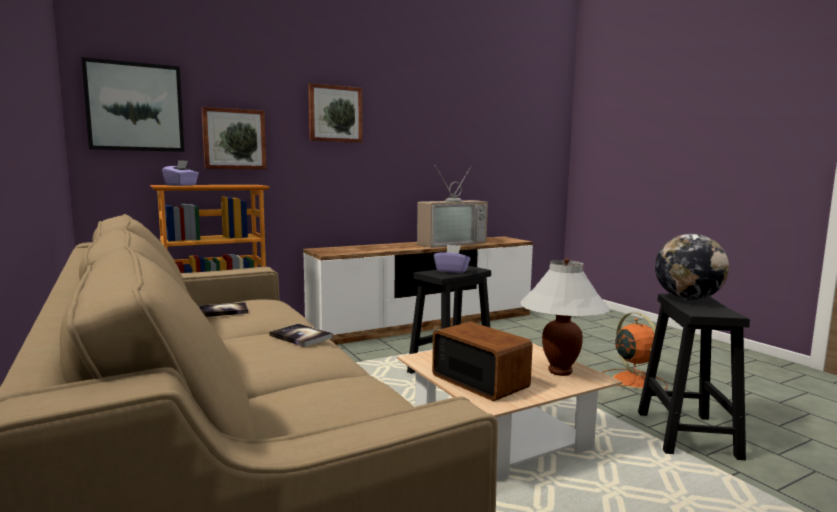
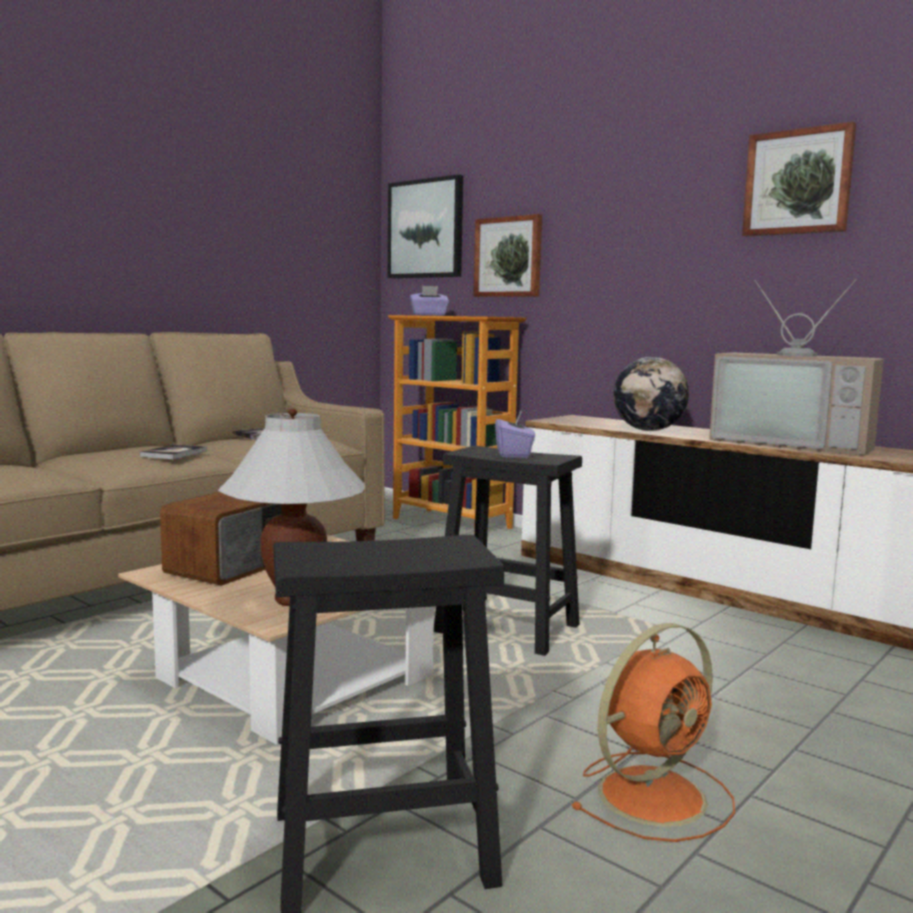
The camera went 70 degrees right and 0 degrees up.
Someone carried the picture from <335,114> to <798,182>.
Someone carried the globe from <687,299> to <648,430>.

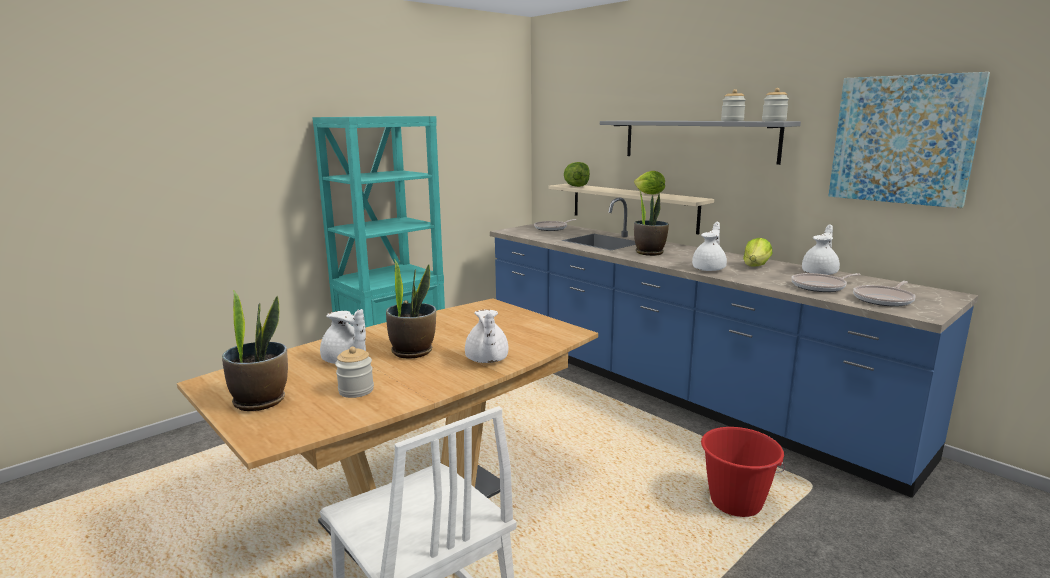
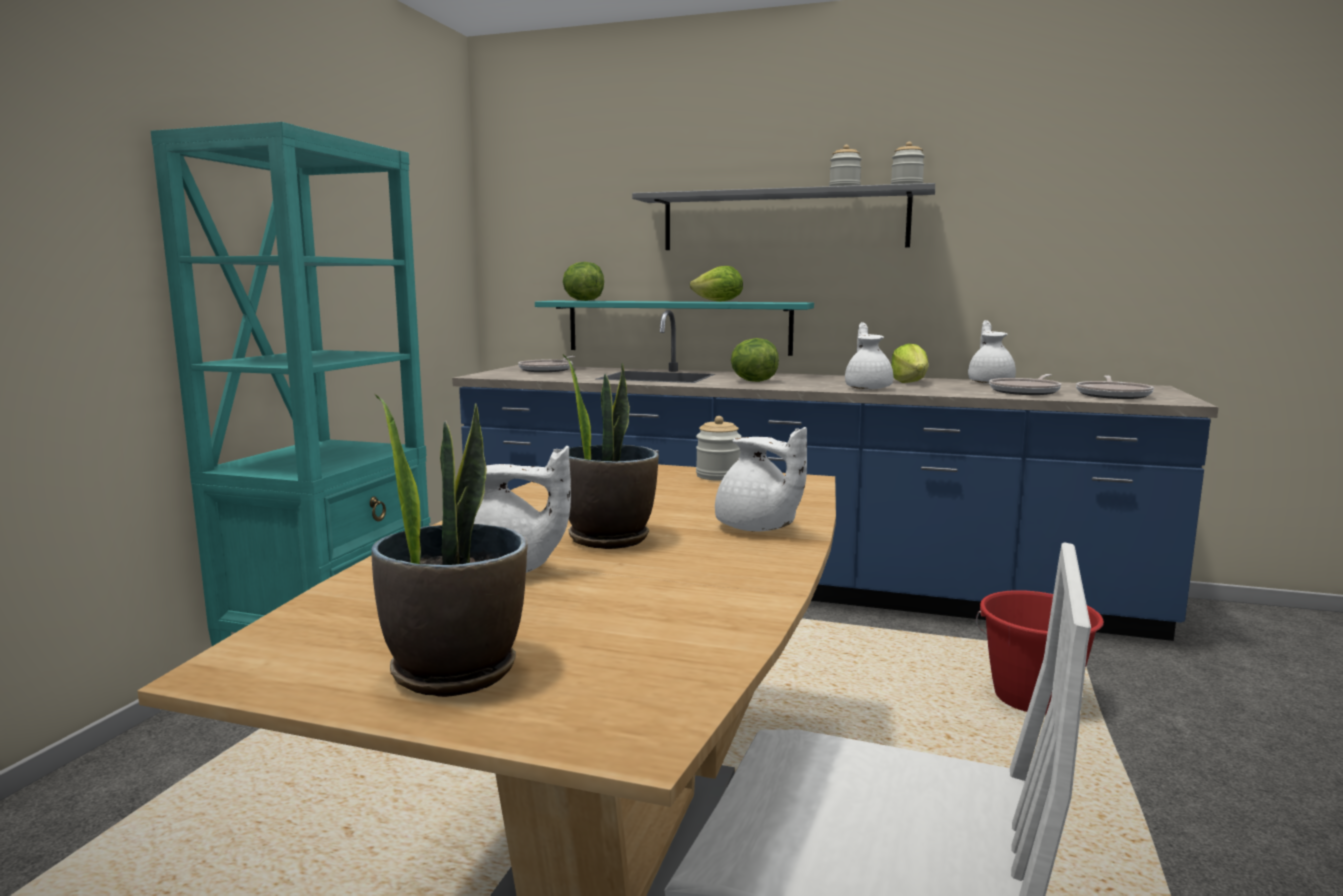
The camera went 30 degrees left and 5 degrees down.
Someone carried the jar from <356,390> to <718,476>.
Someone repainted the shelf (beige) at <632,207>, which became the shelf (turquoise) at <677,327>.
Someone swapped the potted plant at <649,253> for the lettuce at <752,381>.
Someone took away the picture at <902,140>.

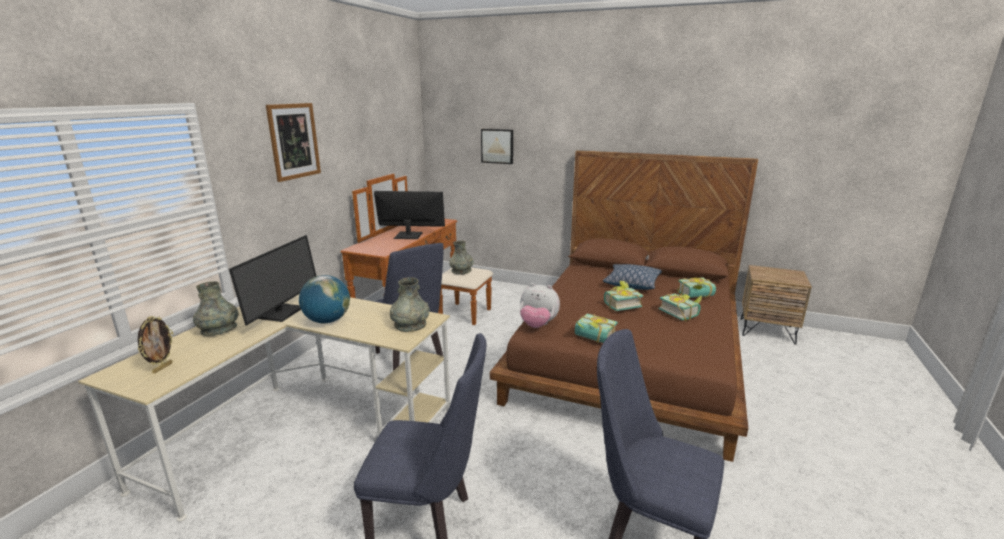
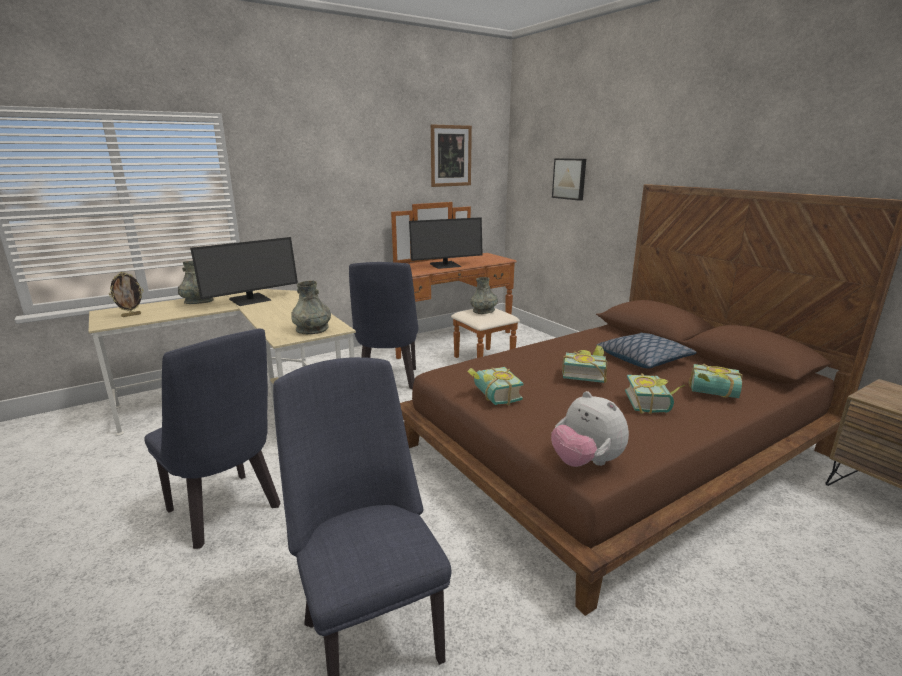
The camera went 35 degrees right and 0 degrees up.
Someone carried the picture from <294,141> to <450,156>.
Someone took away the globe at <327,320>.
Someone rotated the monitor at <408,235> by 120 degrees clockwise.
Someone carried the plush toy from <538,325> to <586,462>.

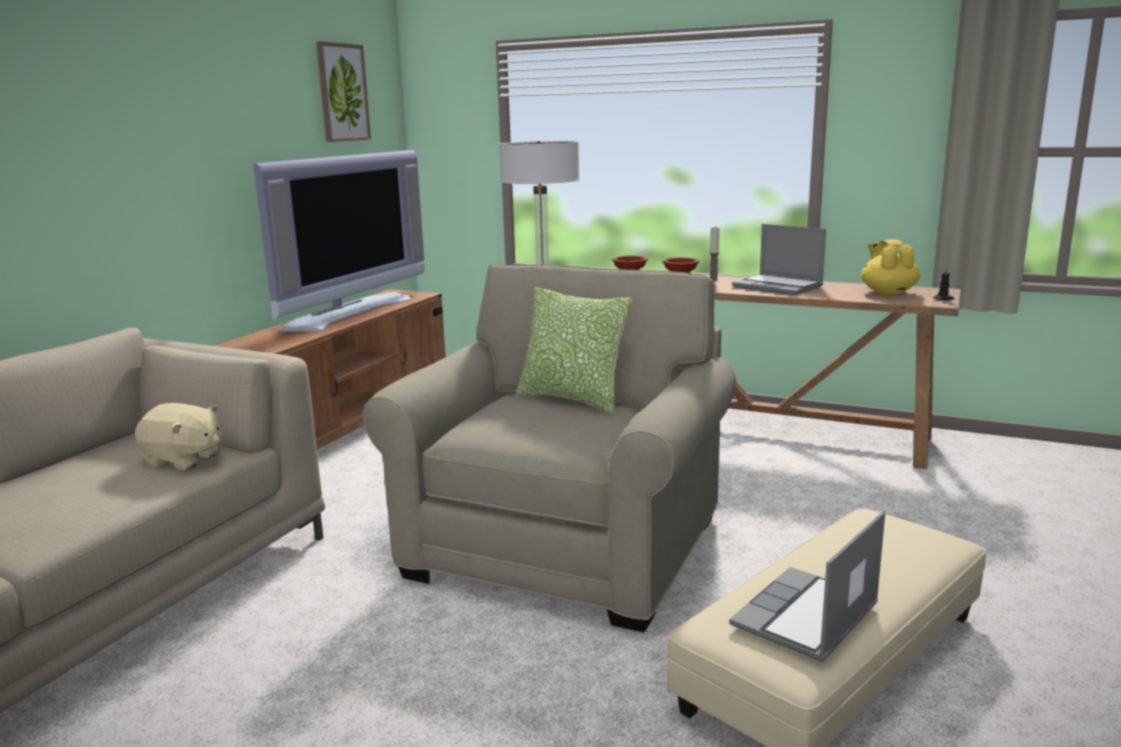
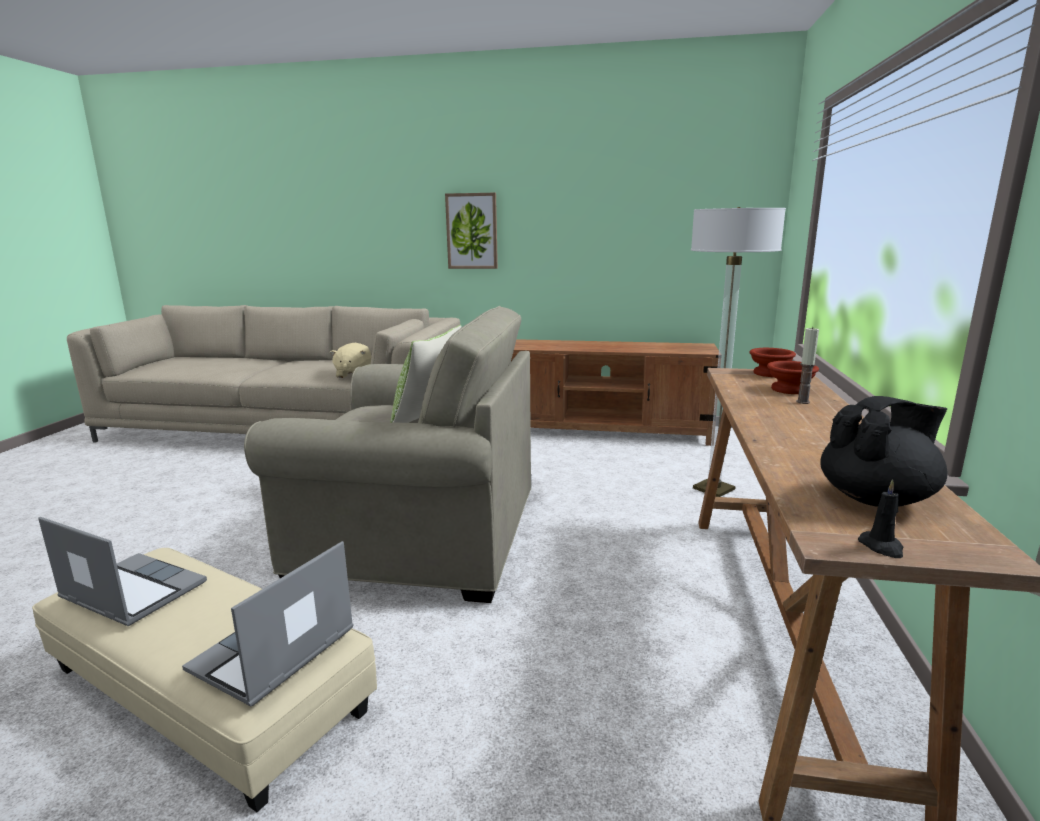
The camera went 75 degrees right and 0 degrees up.
Someone took away the television at <348,312>.
Someone carried the picture from <342,92> to <472,231>.
Someone carried the laptop from <779,287> to <273,652>.
Someone repainted the teapot (yellow) at <888,292>, which became the teapot (black) at <877,499>.

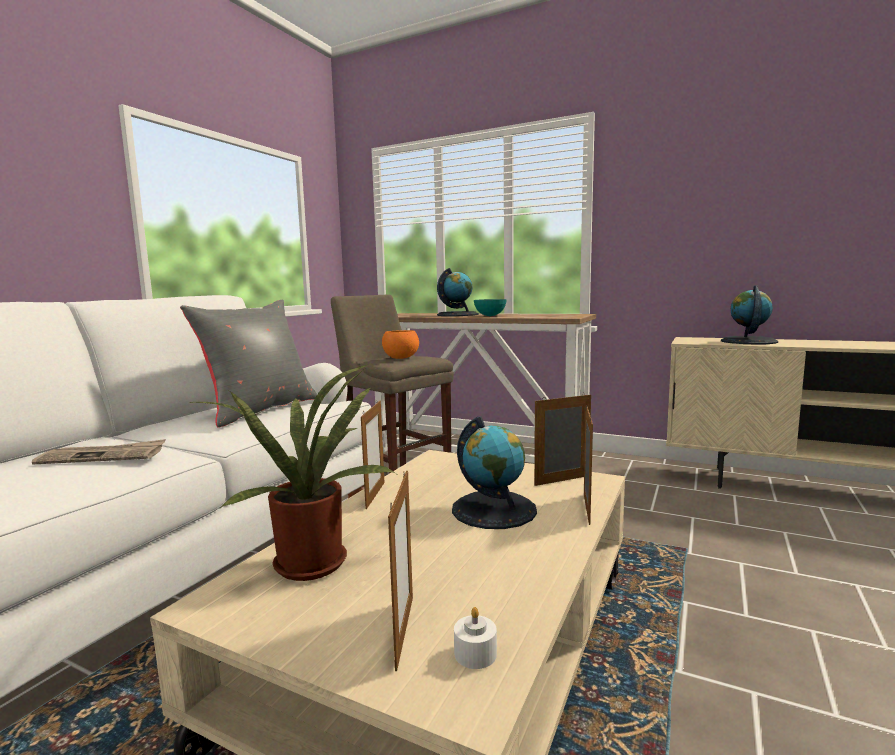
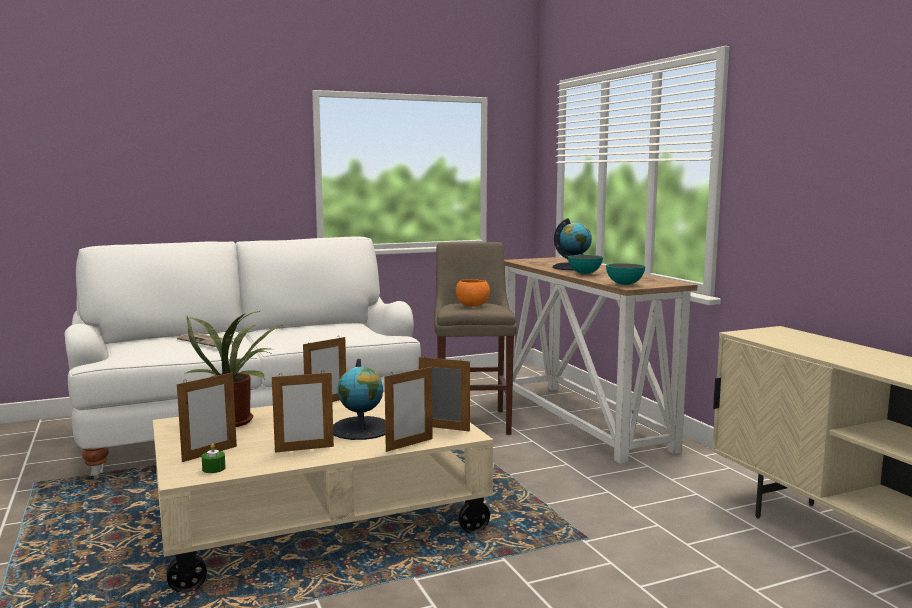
The camera went 40 degrees right and 0 degrees up.
Someone took away the pillow (grey) at <260,410>.
Someone repainted the candle (white) at <475,653>, which became the candle (green) at <214,468>.
Someone took away the globe at <748,341>.
Someone put down the picture frame at <304,449>.
Someone put down the bowl at <624,284>.

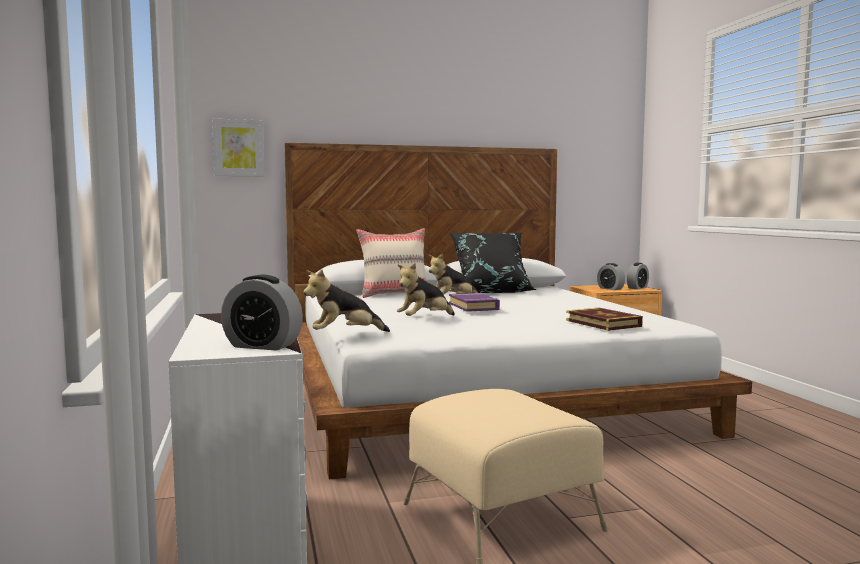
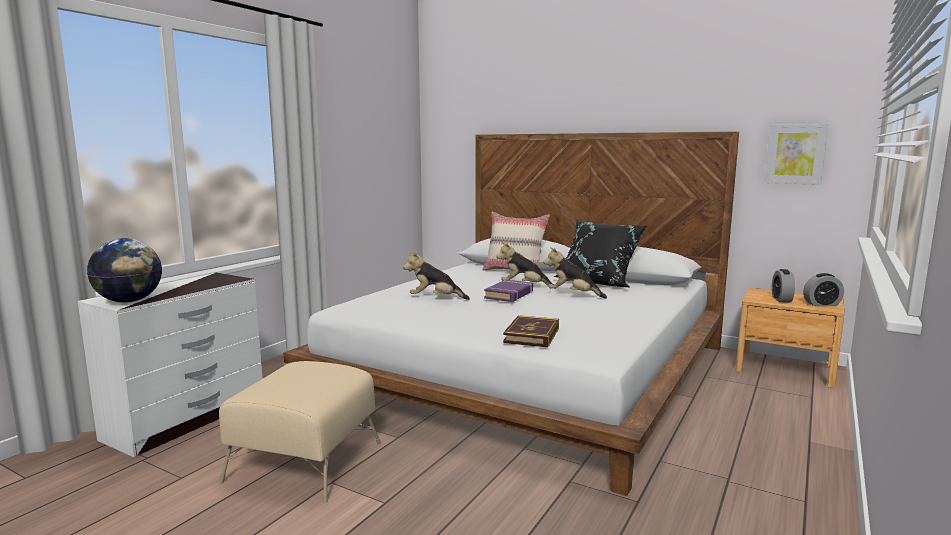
The camera went 45 degrees right and 5 degrees up.
Someone carried the picture from <238,148> to <795,154>.
Someone swapped the alarm clock at <262,346> for the globe at <129,301>.
Someone carried the plush toy from <345,335> to <572,295>.

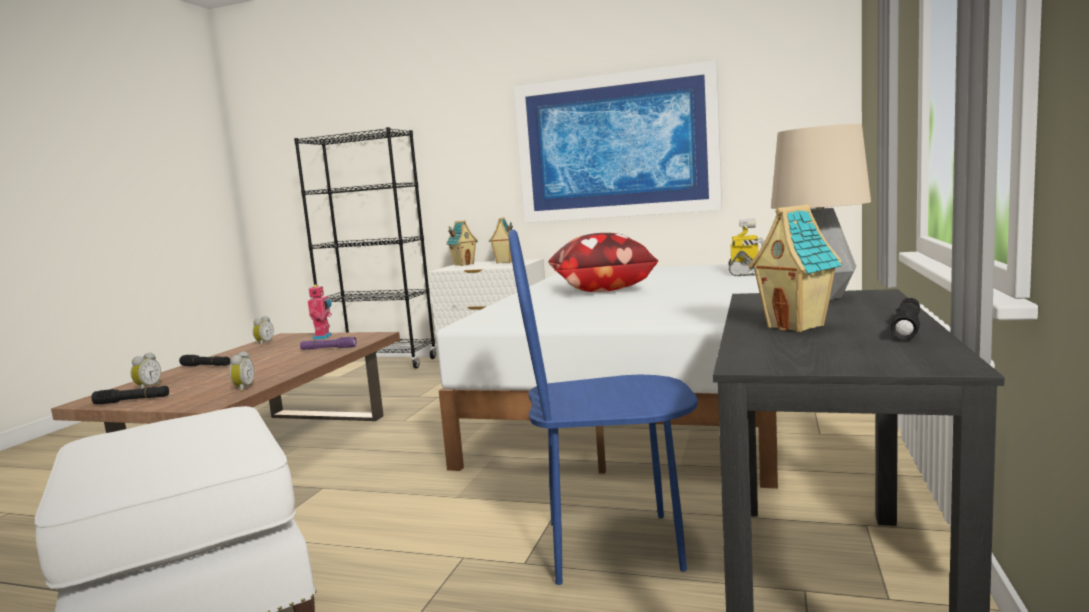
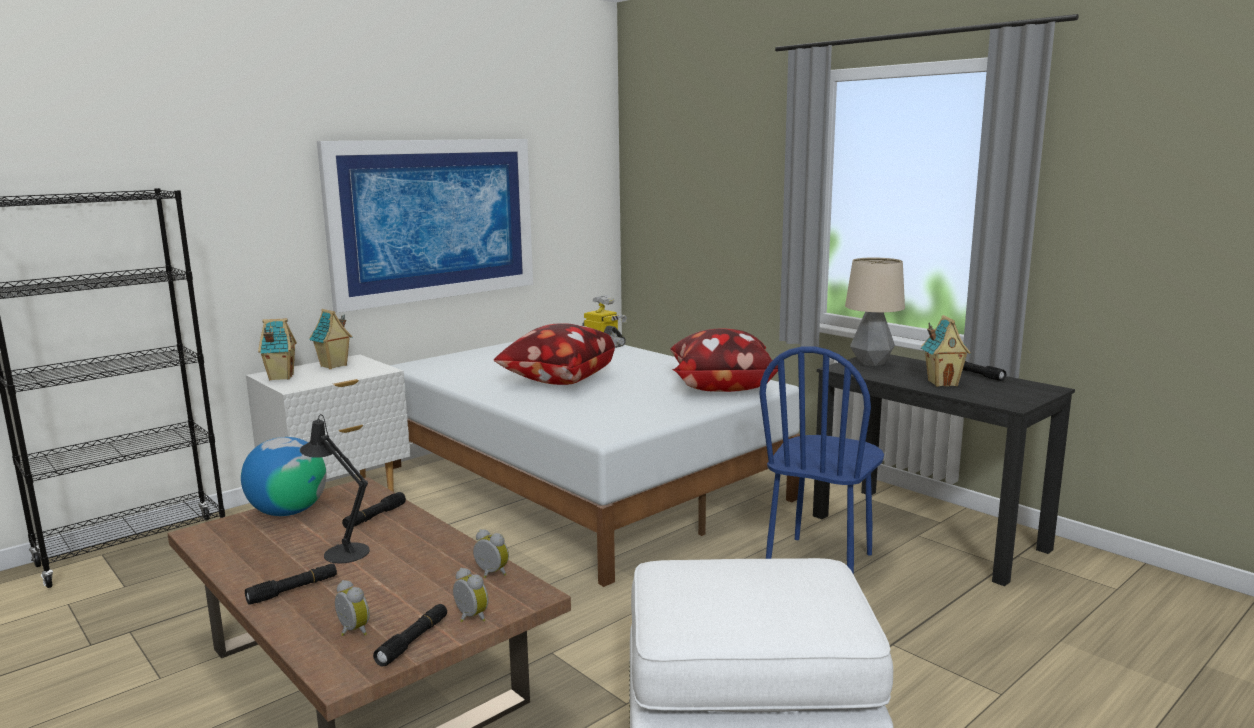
The camera went 60 degrees left and 5 degrees up.
Someone carried the alarm clock from <263,343> to <469,618>.
Someone repainted the flashlight (purple) at <328,349>, which became the flashlight (black) at <374,517>.
Someone swapped the toy robot at <323,337> for the globe at <288,512>.
Someone put down the table lamp (black) at <342,551>.
Someone put down the pillow at <721,387>.

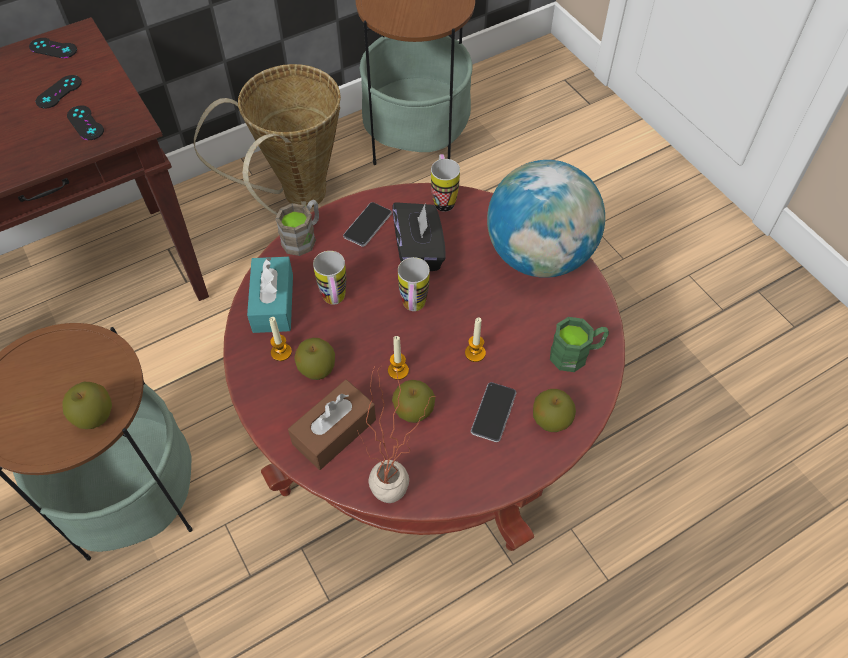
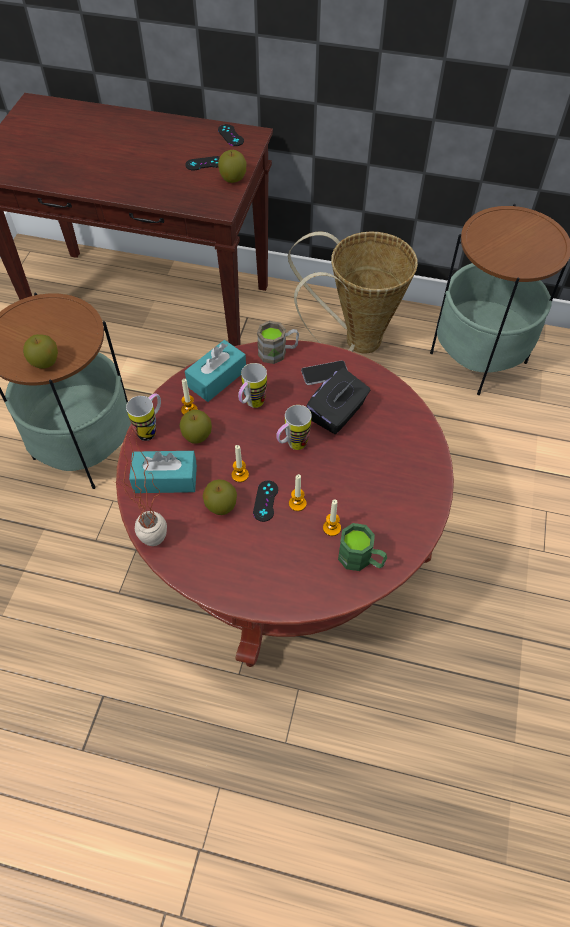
The camera went 45 degrees right and 0 degrees up.
Someone carried the game controller (black) from <85,123> to <265,501>.
Someone repainted the tissue box (brown) at <334,432>, which became the tissue box (turquoise) at <165,479>.
Someone carried the mug from <443,198> to <151,429>.
Someone took away the phone at <493,412>.
Someone took away the globe at <539,255>.
Someone carried the apple from <551,420> to <233,178>.
Someone put down the candle at <331,528>.

